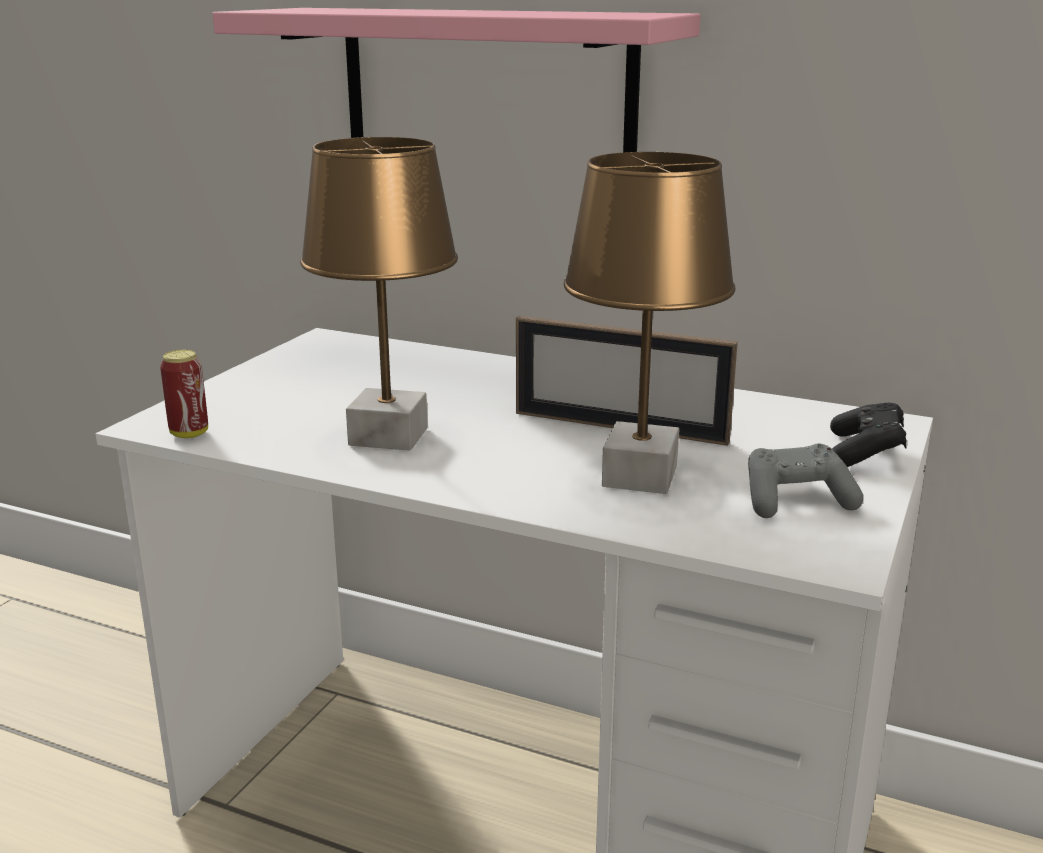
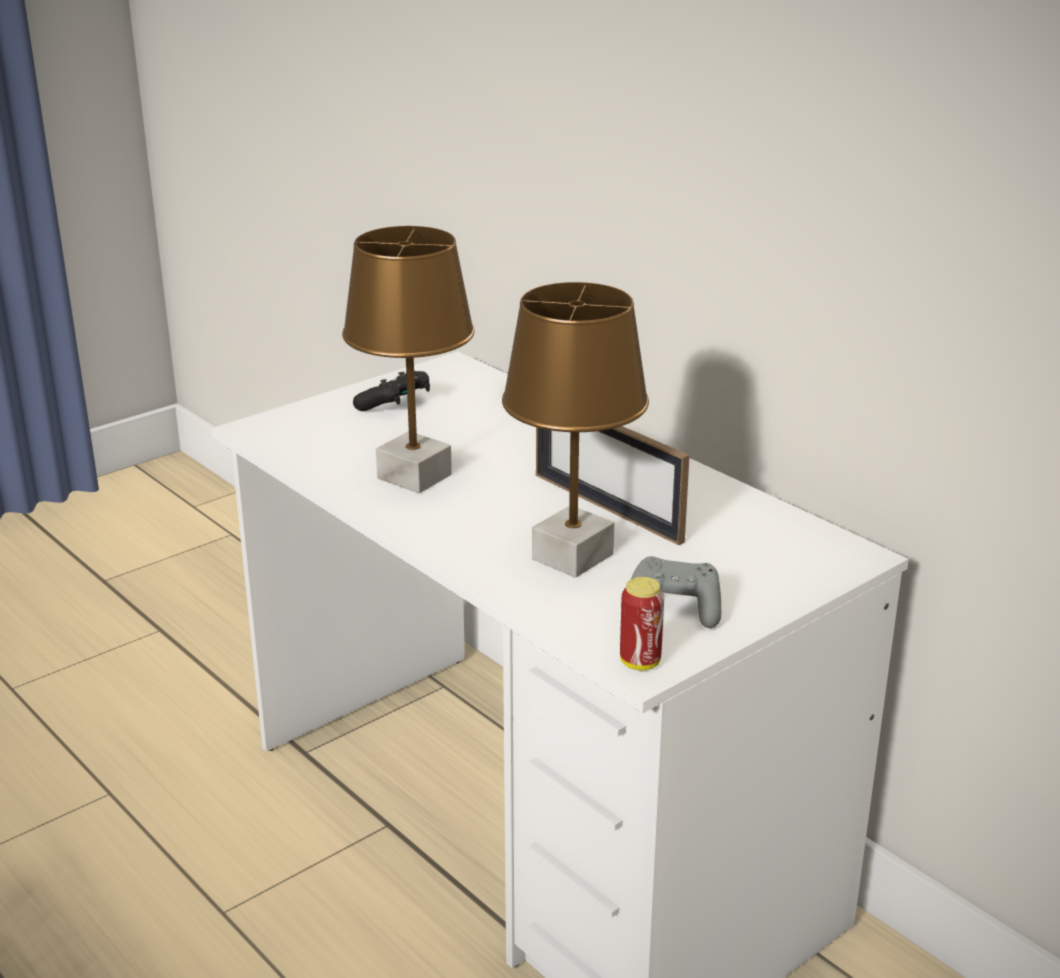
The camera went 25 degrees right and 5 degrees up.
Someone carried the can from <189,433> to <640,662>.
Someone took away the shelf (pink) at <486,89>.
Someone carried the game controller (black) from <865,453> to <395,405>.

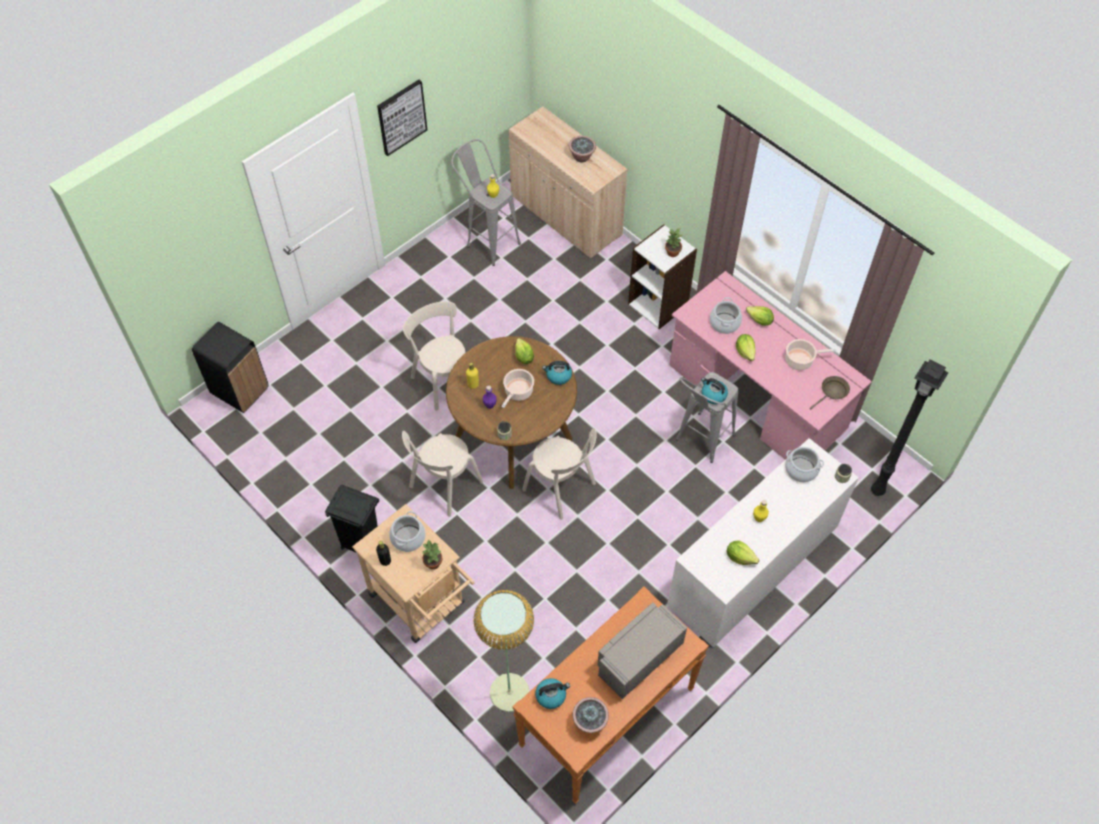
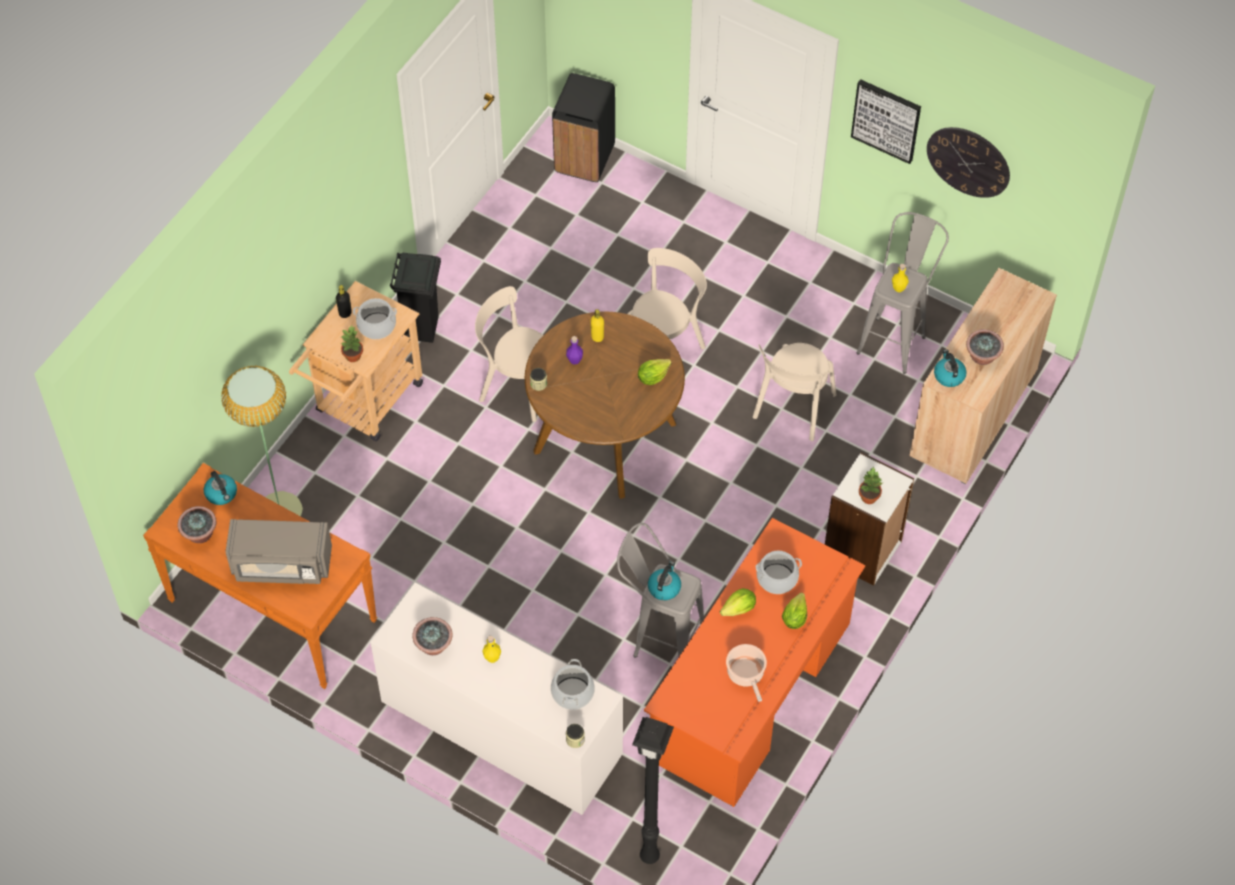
The camera went 75 degrees right and 0 degrees up.
Someone took away the cooking pot at <518,392>.
Someone carried the chair (beige) from <561,488> to <793,409>.
Someone carried the kettle from <558,376> to <948,375>.
Someone rotated the microwave (grey) at <638,657> by 150 degrees clockwise.
Someone repainted the desk (pink) at <757,397>, which became the desk (orange) at <751,692>.
Someone swapped the lettuce at <740,557> for the potted plant at <434,646>.
Someone took away the frying pan (brown) at <832,392>.
Someone put up the wall clock at <968,161>.

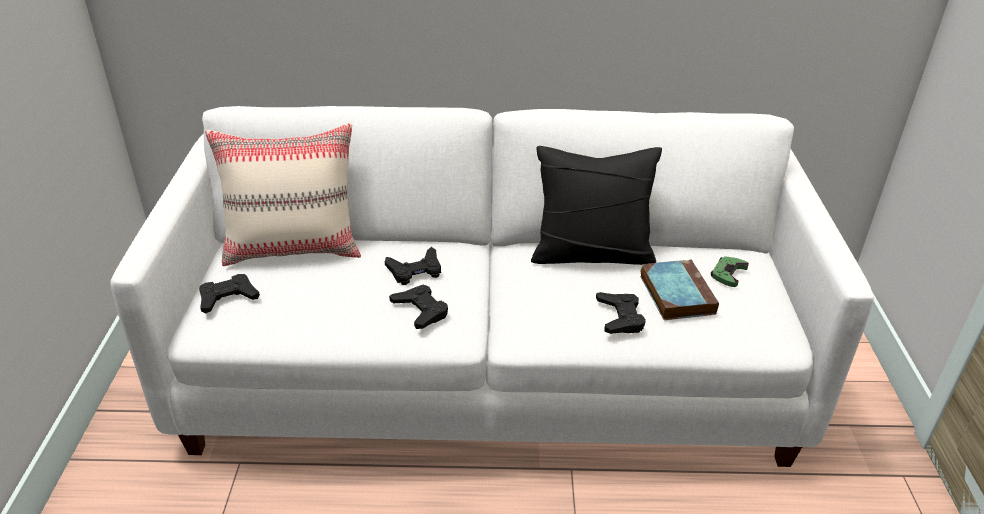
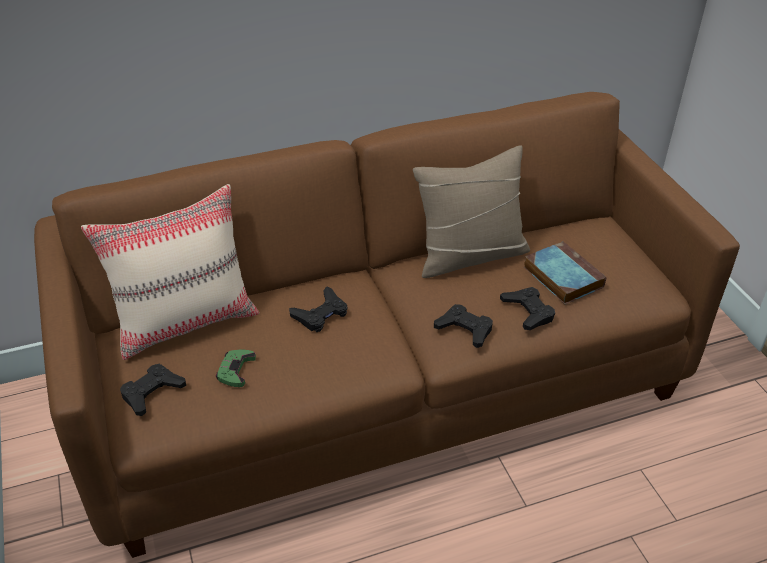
The camera went 20 degrees left and 5 degrees up.
Someone repainted the sofa (white) at <491,372>, which became the sofa (brown) at <384,386>.
Someone carried the game controller (black) from <420,310> to <464,329>.
Someone repainted the pillow (black) at <591,254>, which became the pillow (beige) at <470,255>.
Someone carried the game controller (green) from <728,274> to <235,370>.

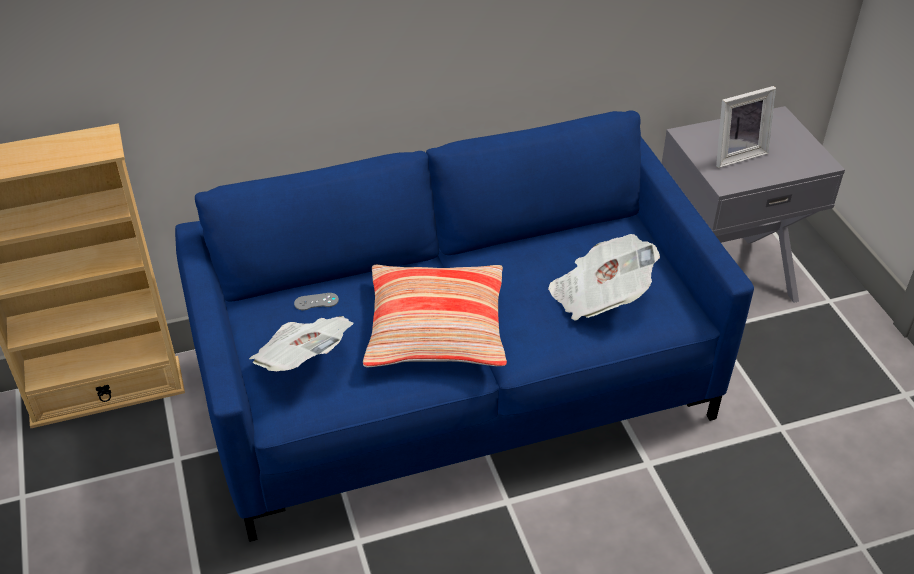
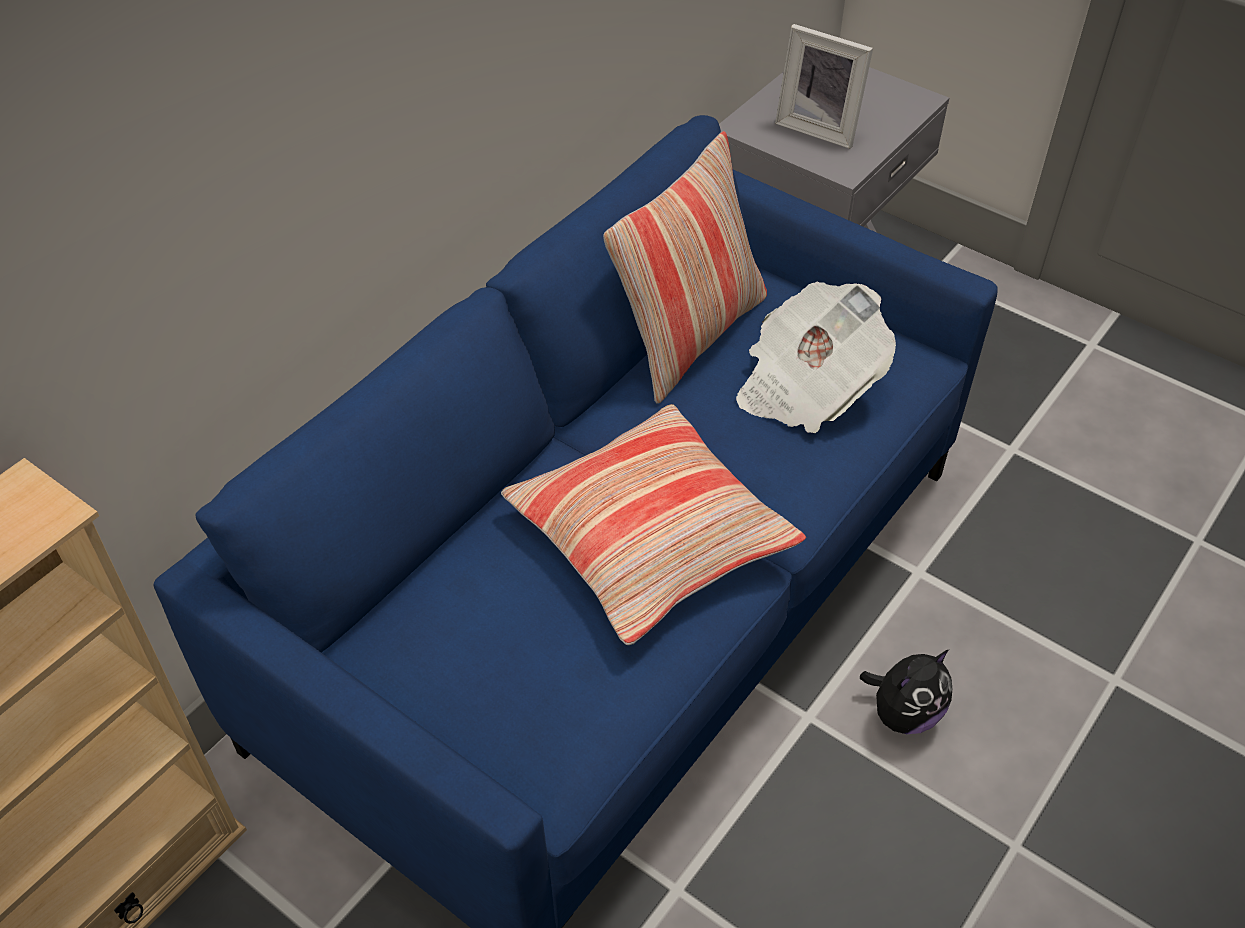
The camera went 35 degrees left and 5 degrees up.
Someone took away the newspaper at <303,360>.
Someone took away the game controller (grey) at <316,302>.
Someone rotated the picture frame at <735,154> by 90 degrees clockwise.
Someone put down the pillow at <689,336>.
Someone put down the plush toy at <903,713>.

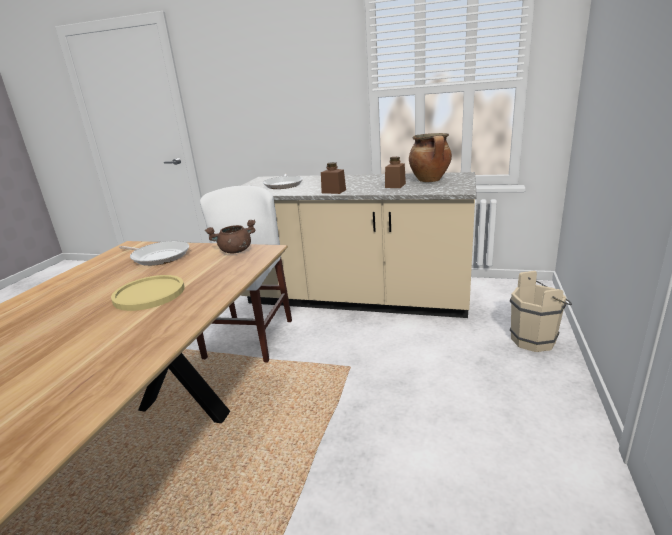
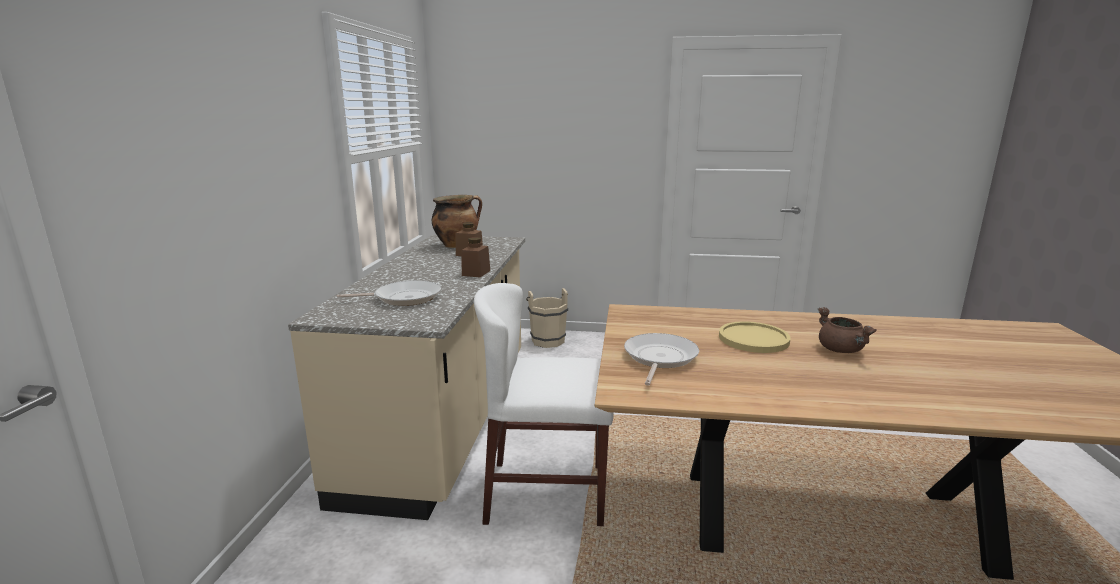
The camera went 100 degrees left and 5 degrees down.
Someone carried the cooking pot (brown) from <235,251> to <841,350>.

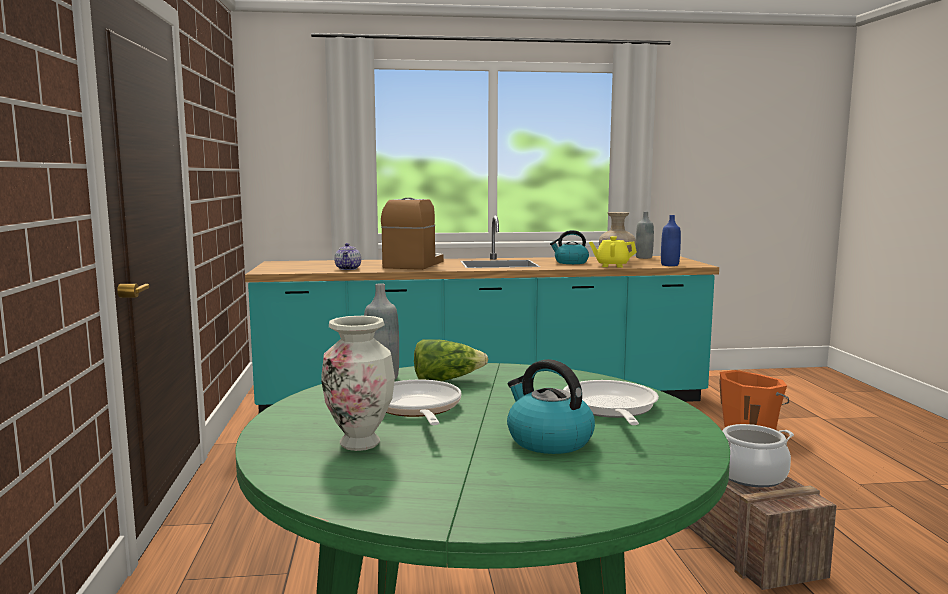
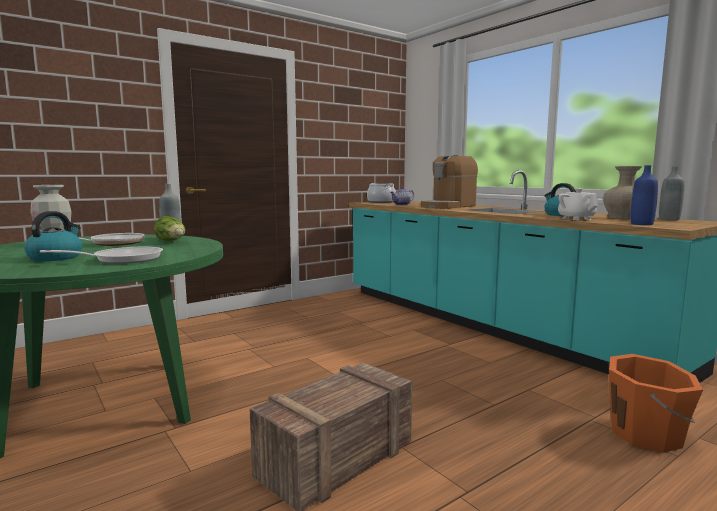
The camera went 60 degrees right and 0 degrees up.
Someone rotated the coffee machine at <414,264> by 150 degrees clockwise.
Someone repainted the teapot (yellow) at <612,266>, which became the teapot (white) at <576,219>.
Someone carried the cooking pot from <751,476> to <381,202>.

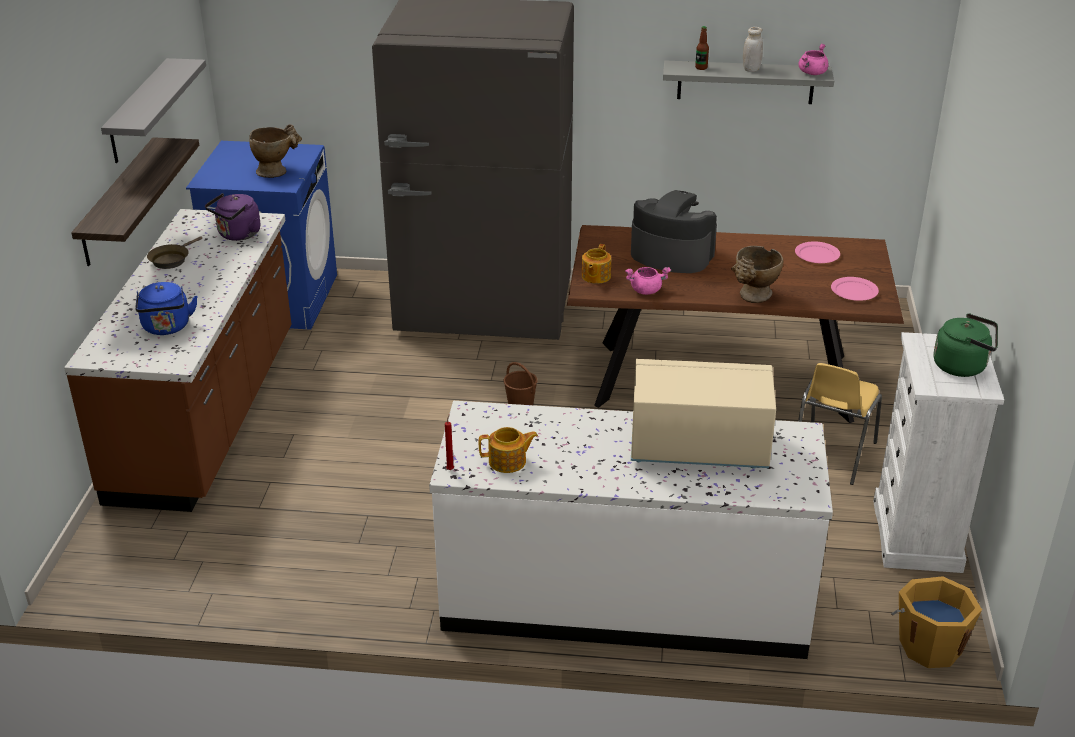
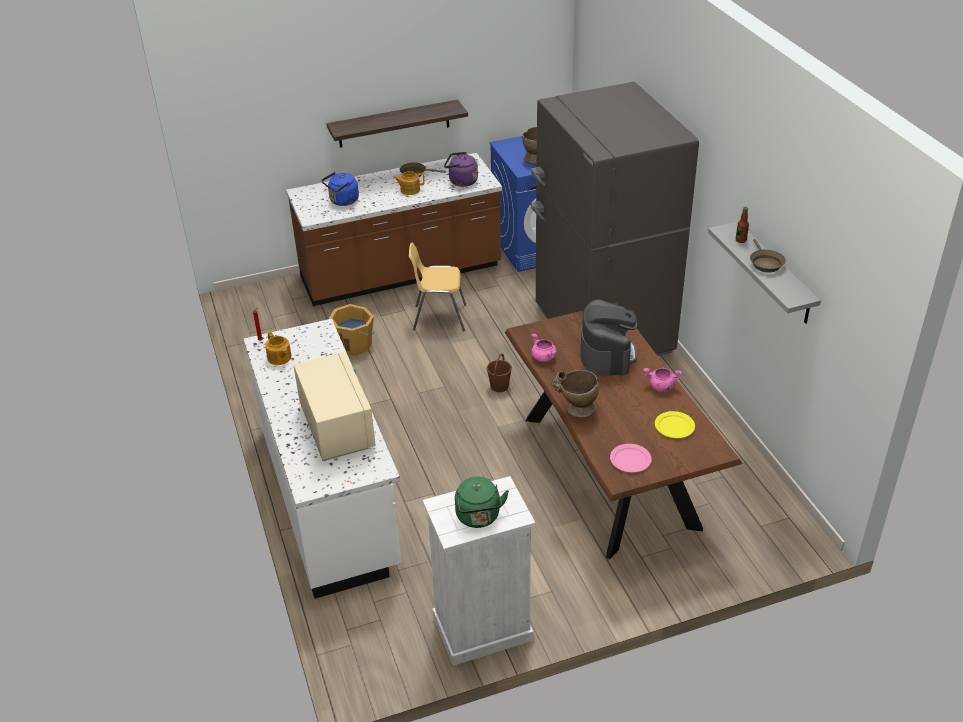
The camera went 65 degrees right and 5 degrees up.
Someone took away the shelf (grey) at <139,111>.
Someone carried the teapot from <595,276> to <409,190>.
Someone swapped the jar (white) at <751,69> for the frying pan (brown) at <765,263>.
Someone repainted the plate (pink) at <817,255>, which became the plate (yellow) at <674,426>.
Someone carried the chair (yellow) from <831,455> to <439,317>.
Someone carried the cooking pot (pink) from <812,73> to <661,387>.
Someone carried the bucket (orange) from <929,645> to <355,345>.

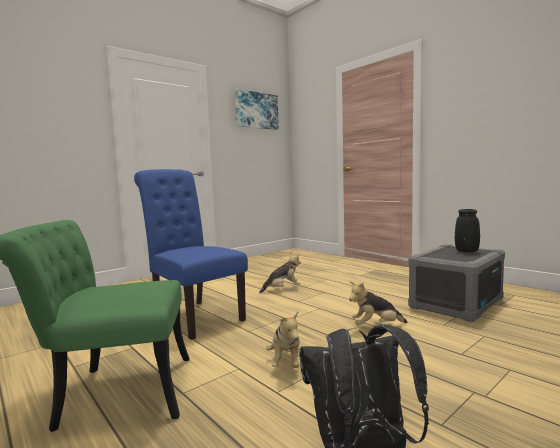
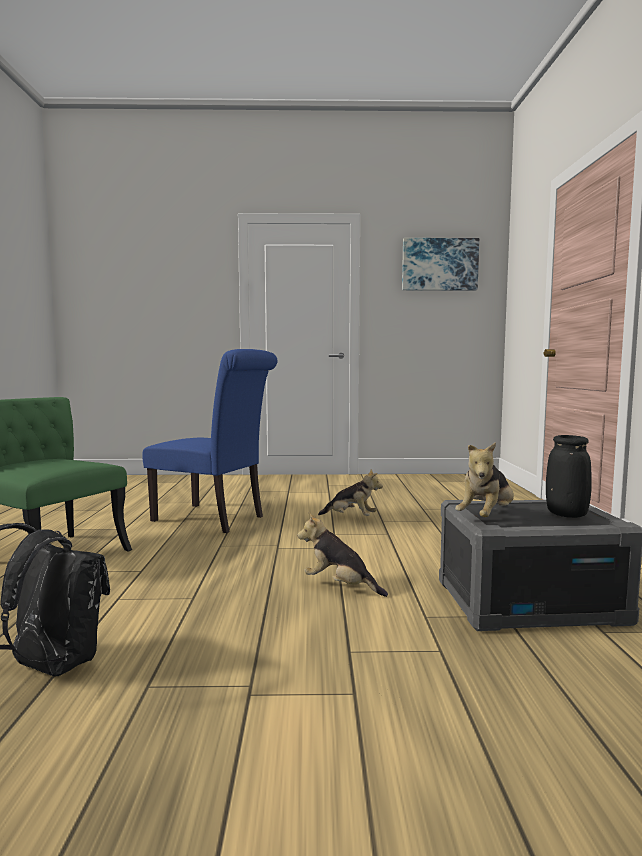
The camera went 40 degrees right and 0 degrees up.
Someone rotated the chair (blue) at <193,316> by 120 degrees clockwise.
Someone carried the plush toy from <286,362> to <486,517>.

